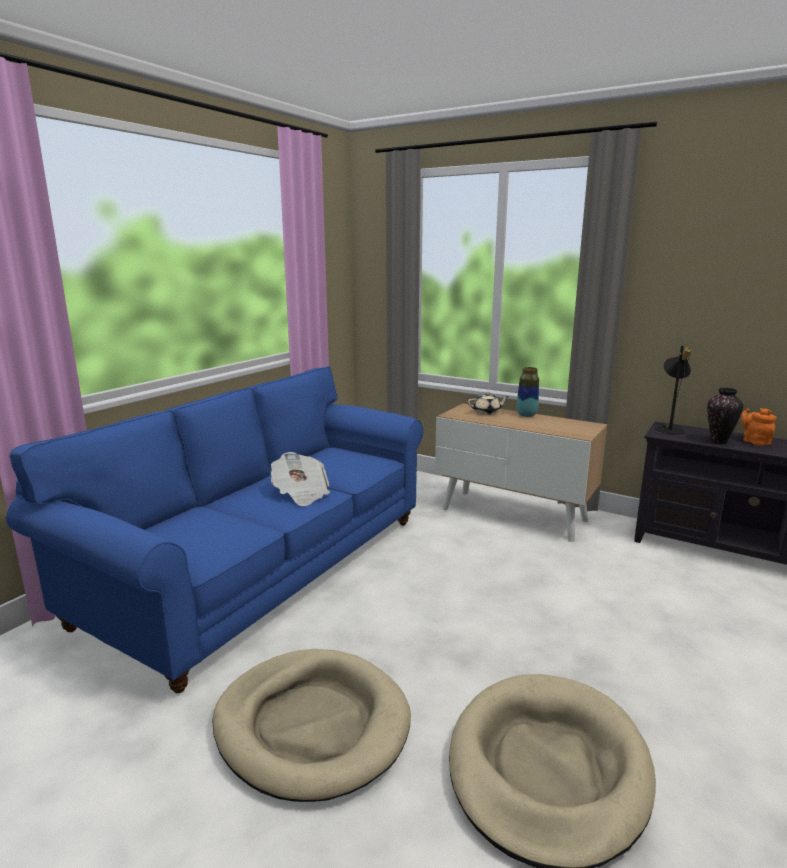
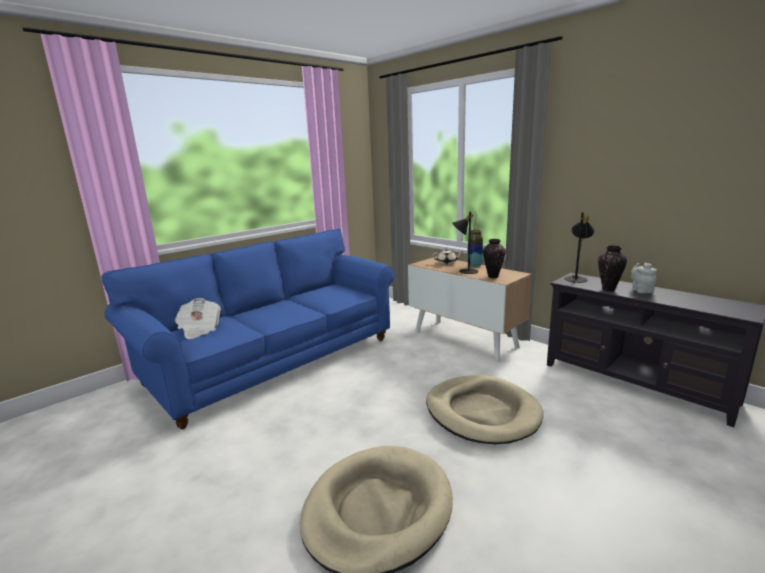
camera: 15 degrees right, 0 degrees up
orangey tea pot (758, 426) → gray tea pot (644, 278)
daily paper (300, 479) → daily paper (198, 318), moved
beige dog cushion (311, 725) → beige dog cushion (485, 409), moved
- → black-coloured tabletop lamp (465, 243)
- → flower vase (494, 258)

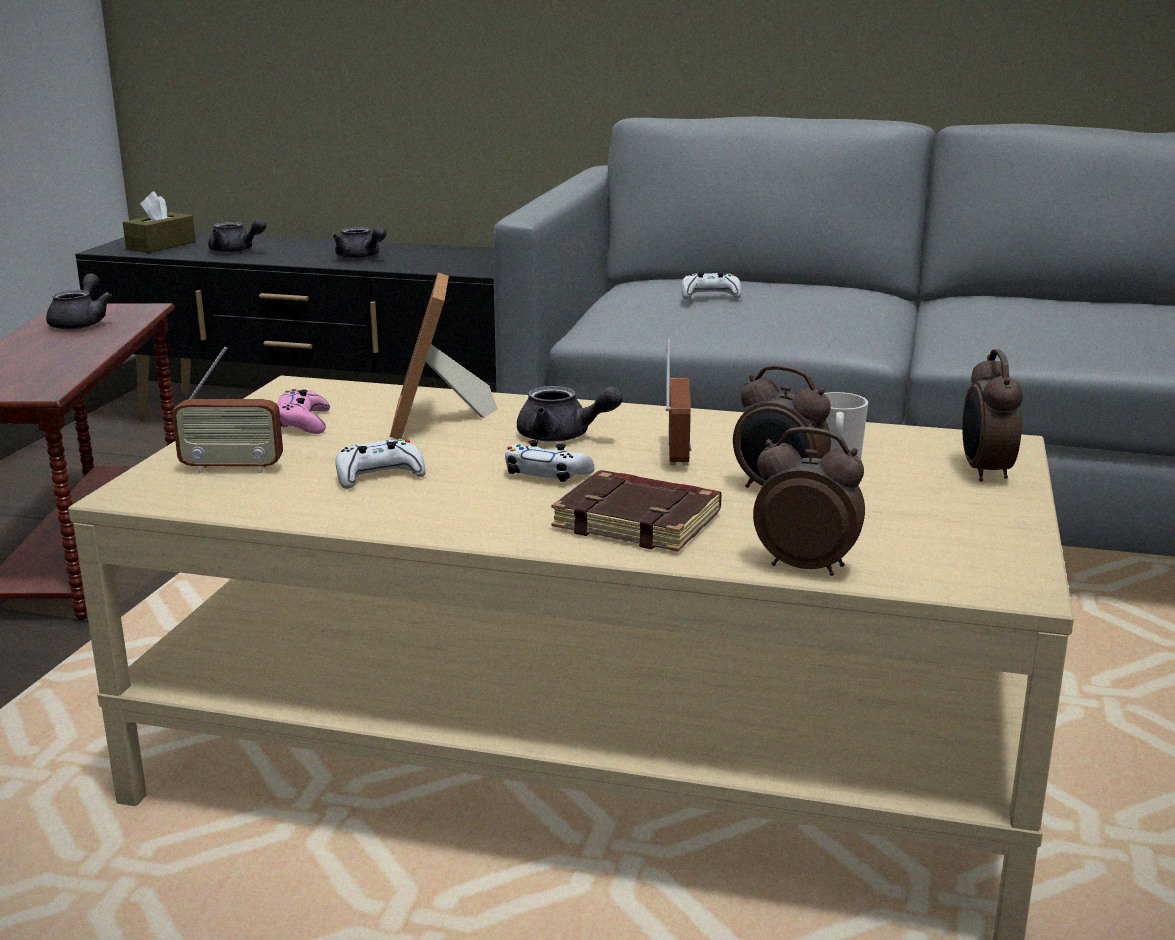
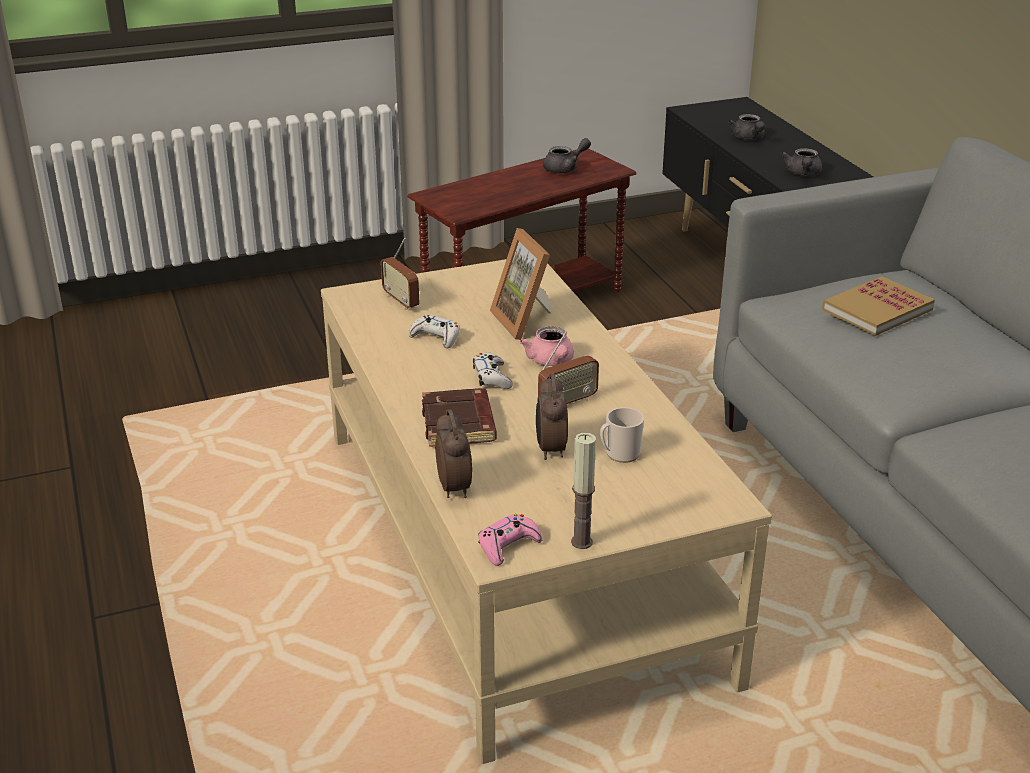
camera: 55 degrees right, 10 degrees up
brown tissue holder (159, 222) → -
photo frame (443, 356) → photo frame (521, 284), 75 degrees counterclockwise
whitish joypad (711, 286) → book (878, 306)
bedside clock (992, 415) → -
gray tea pot (570, 414) → pinkish tea pot (547, 346)
pinkish joypad (303, 411) → pinkish joypad (510, 540), moved
- → candle (583, 491)

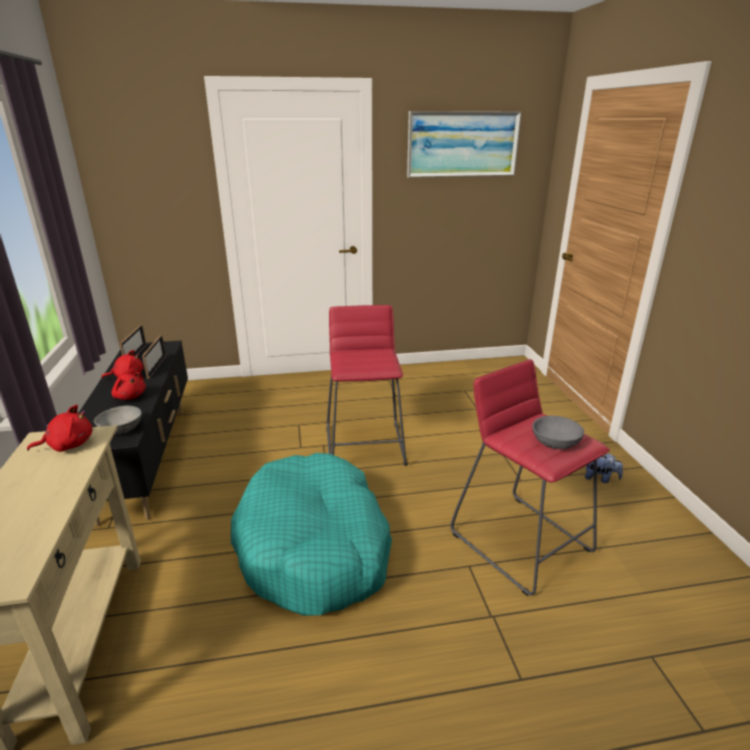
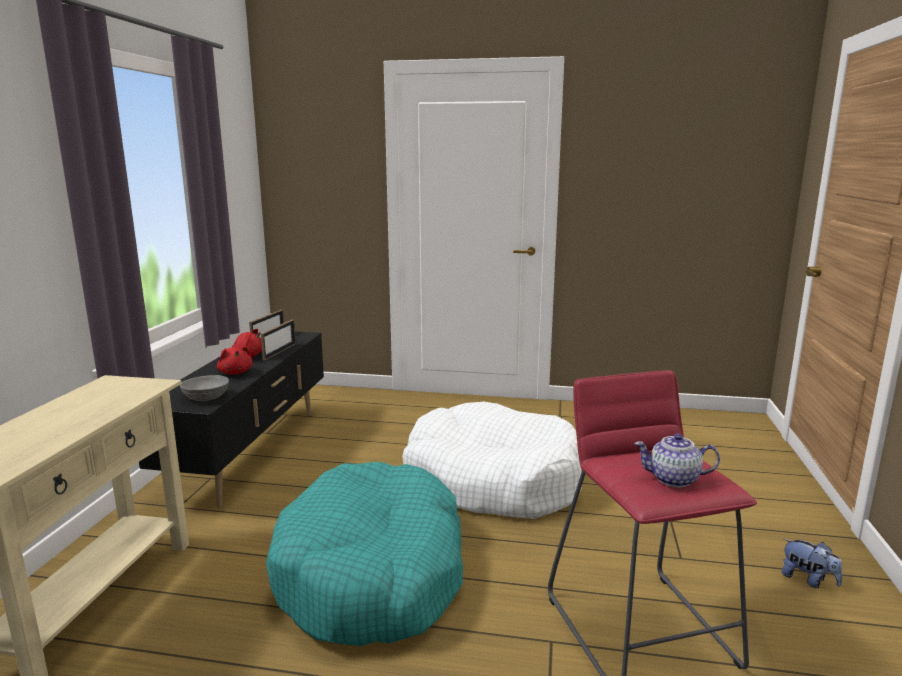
camera: 20 degrees right, 10 degrees down
wall art (464, 144) → -
red stool (366, 385) → whitish dog cushion (492, 460)
red plush toy (60, 428) → -
gray deep dish (558, 432) → tea pot (677, 460)

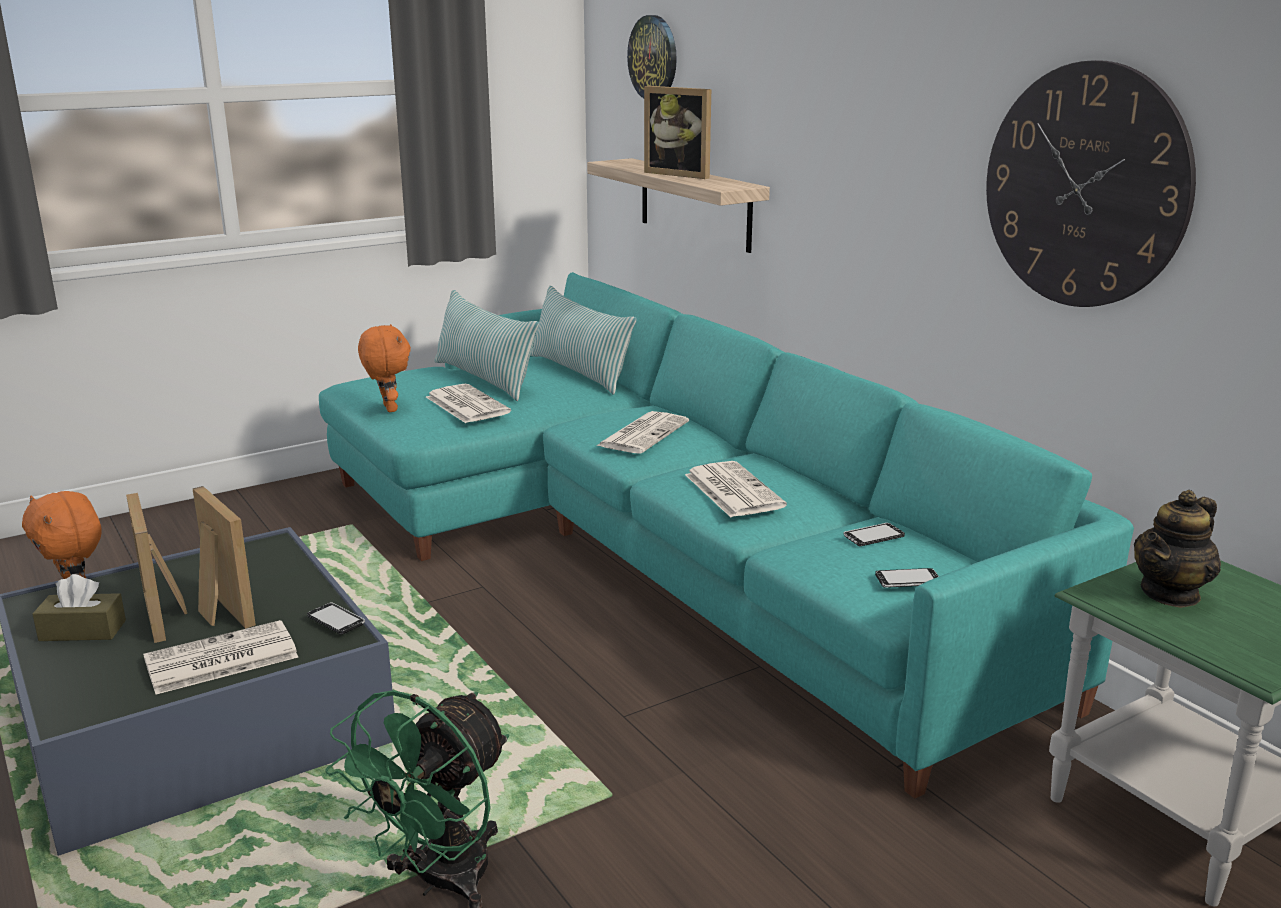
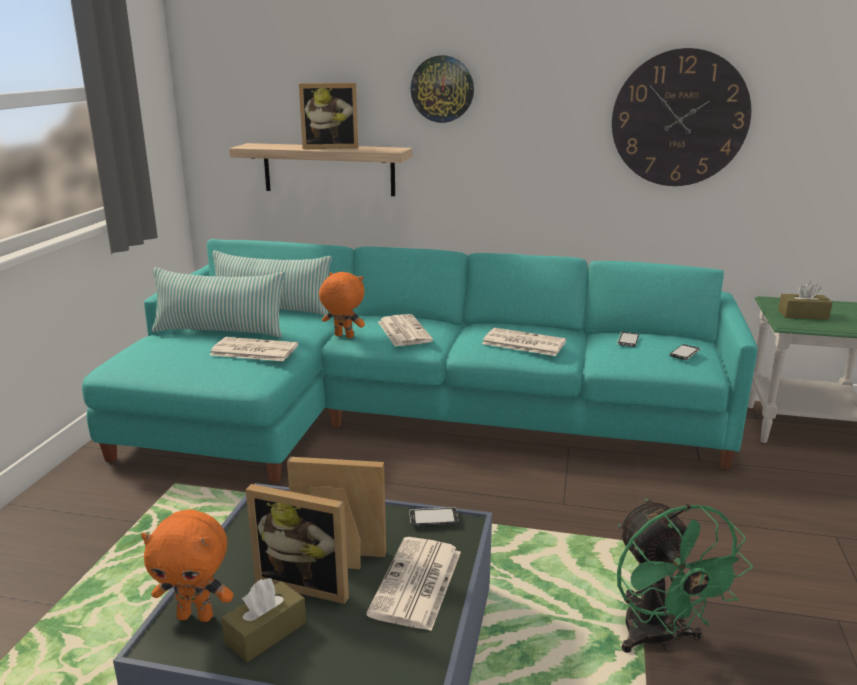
camera: 45 degrees left, 0 degrees up
hanging clock (652, 56) → hanging clock (442, 89), moved
orangey plush toy (384, 368) → orangey plush toy (342, 305), moved
tea pot (1177, 549) → brown tissue holder (805, 300)

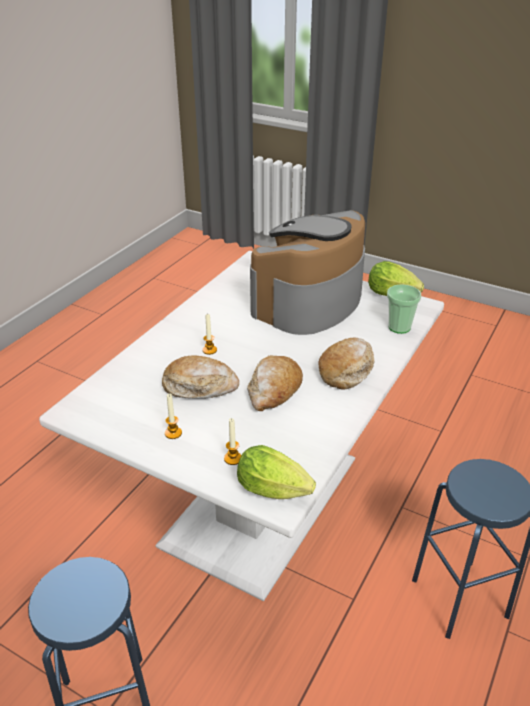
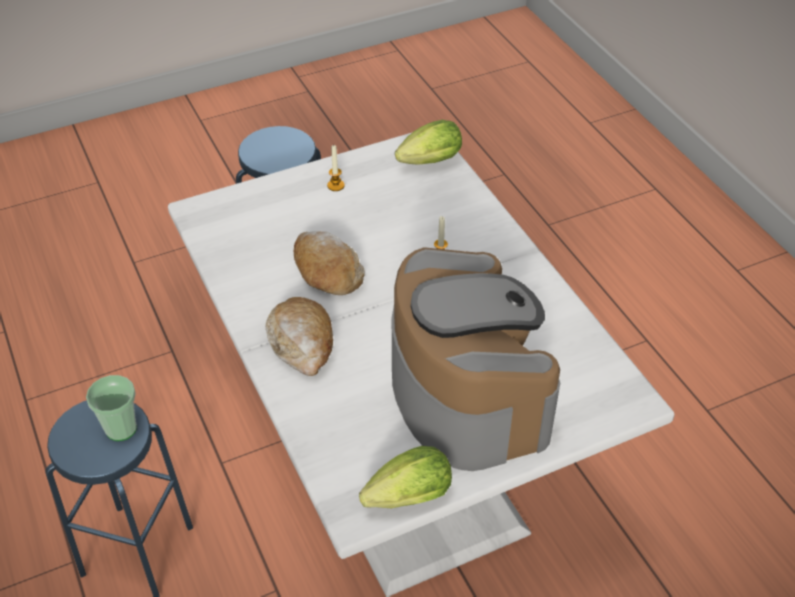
camera: 125 degrees right, 10 degrees up
small cup (404, 309) → small cup (111, 408), moved
bread (200, 377) → -
candle (233, 441) → -
lettuce head (276, 472) → lettuce head (428, 142), moved

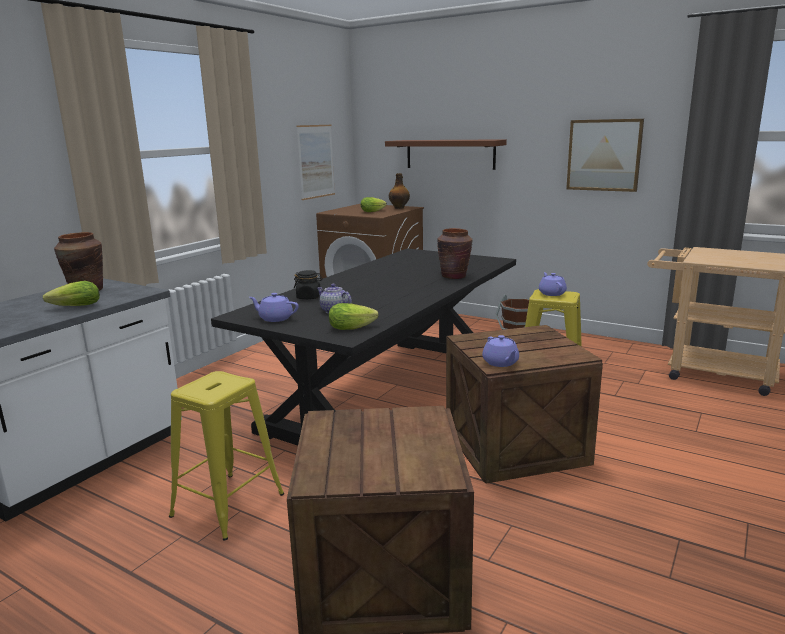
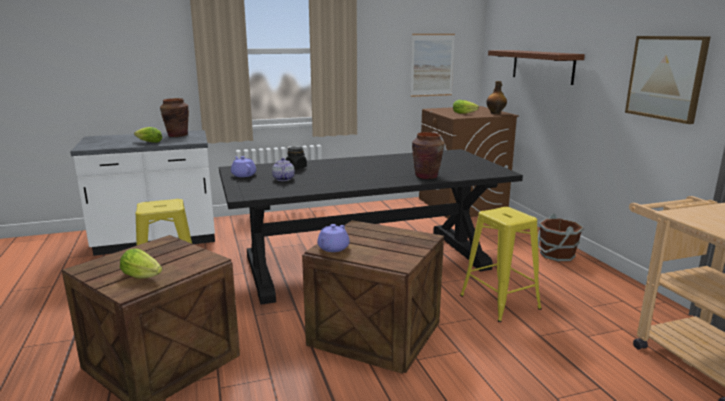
camera: 40 degrees right, 0 degrees up
purplish tea pot (553, 284) → -
lettuce head (354, 316) → lettuce head (141, 263), moved

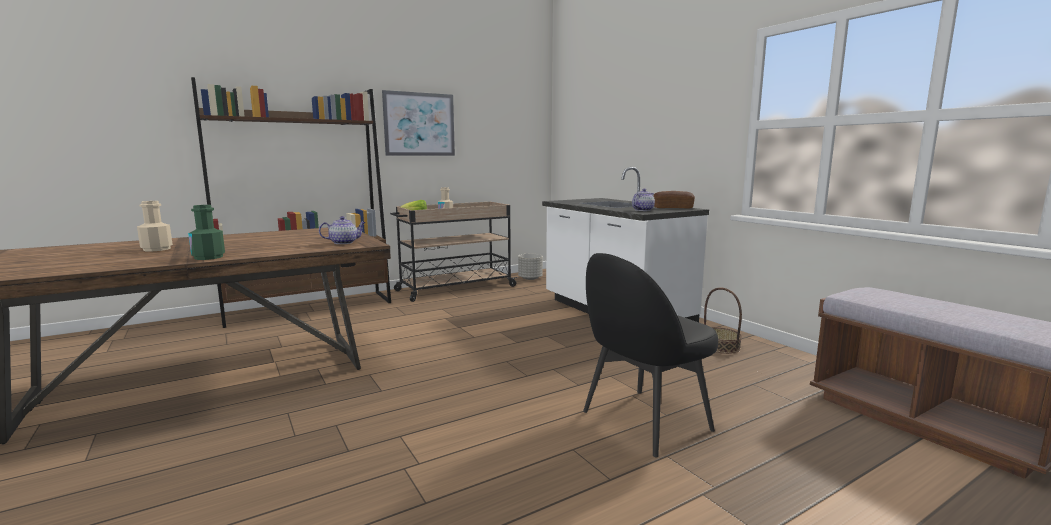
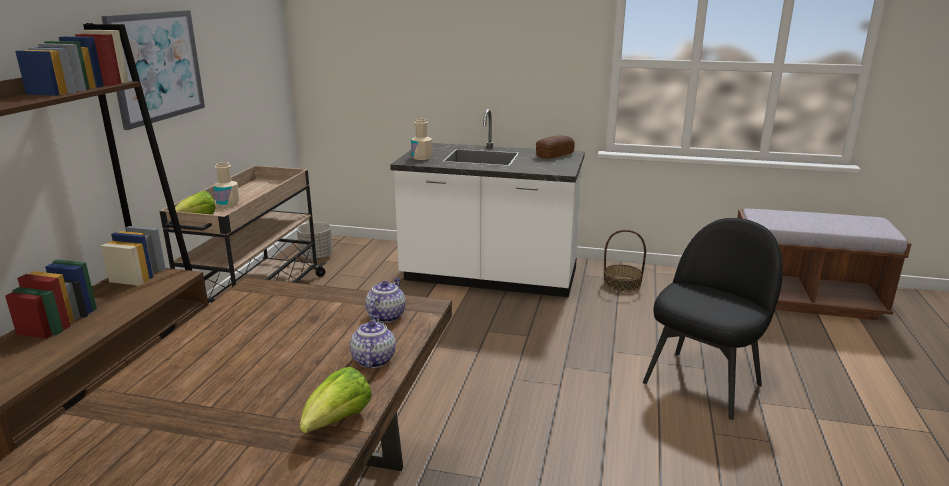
camera: 45 degrees left, 10 degrees up
tea pot (643, 199) → tea pot (373, 341), moved
beige bottle (155, 226) → beige bottle (422, 139), moved
greenish bottle (206, 232) → lettuce head (336, 400)
black-coloured plain chair (650, 355) → black-coloured plain chair (713, 319), 150 degrees counterclockwise

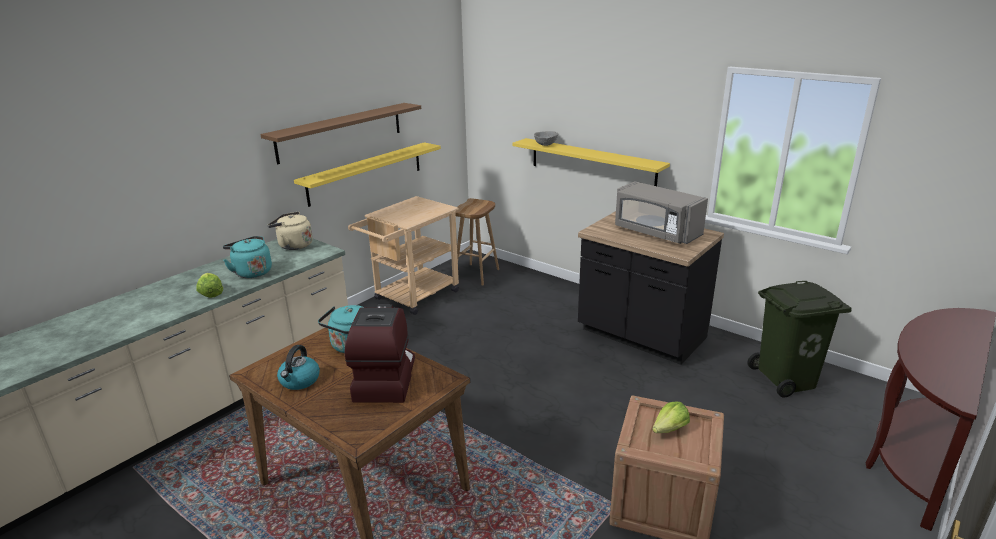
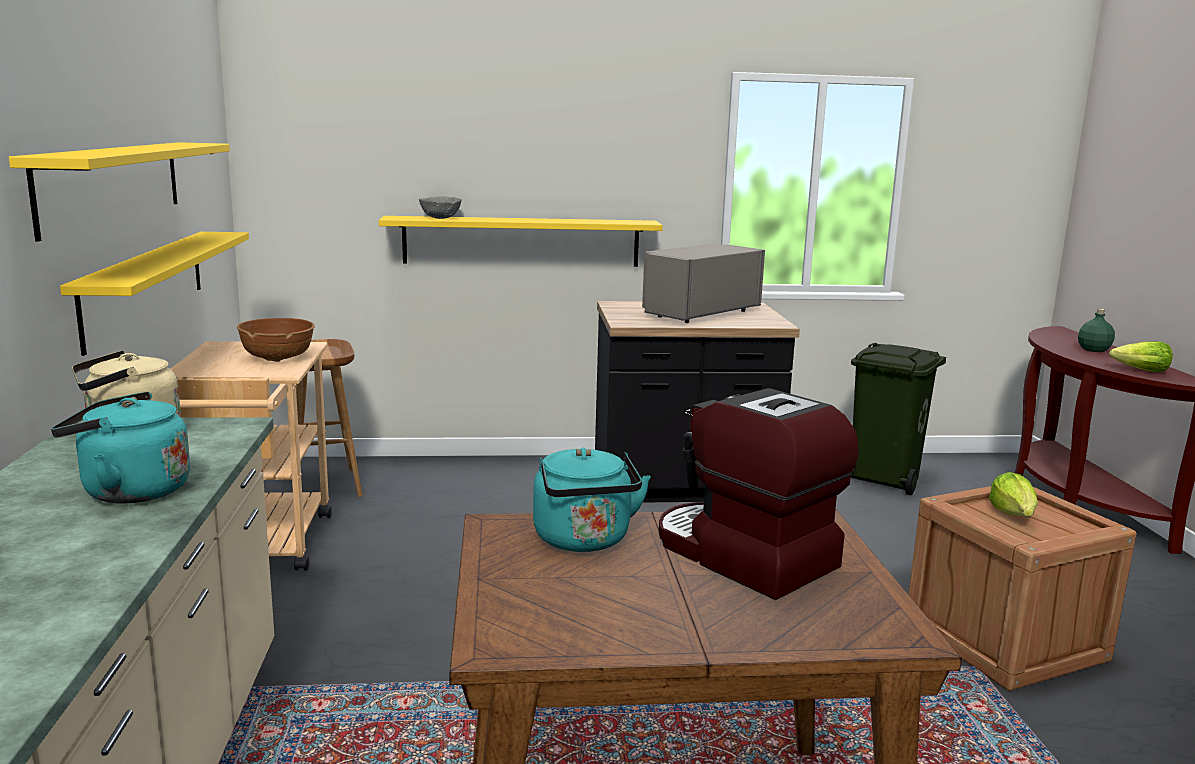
camera: 45 degrees left, 10 degrees down
brown bracket shelf (341, 133) → yellow bracket shelf (119, 192)
gray kitchen microwave (661, 212) → gray kitchen microwave (703, 283), 135 degrees clockwise
lettuce head (209, 285) → lettuce head (1141, 356), moved
kettle (298, 367) → -
- → greenish bottle (1096, 330)
- → brown deep dish (276, 340)

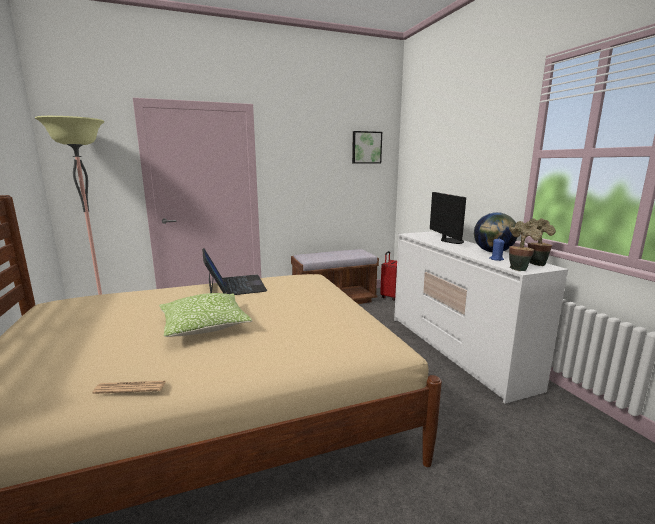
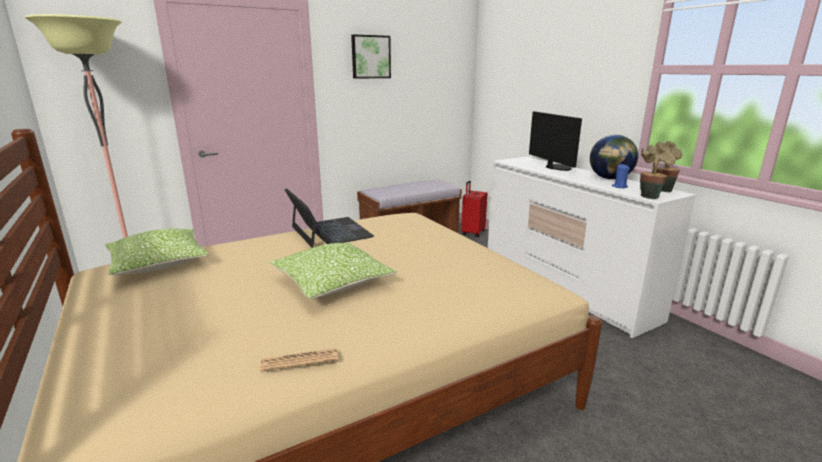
camera: 10 degrees left, 5 degrees up
wall art (367, 147) → wall art (371, 56), moved
- → pillow (157, 251)

